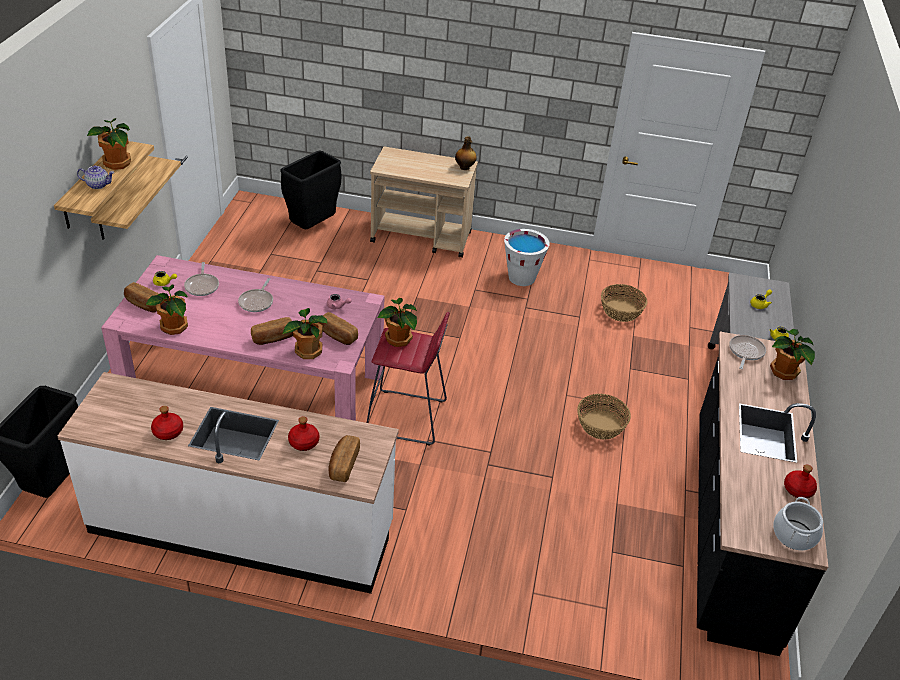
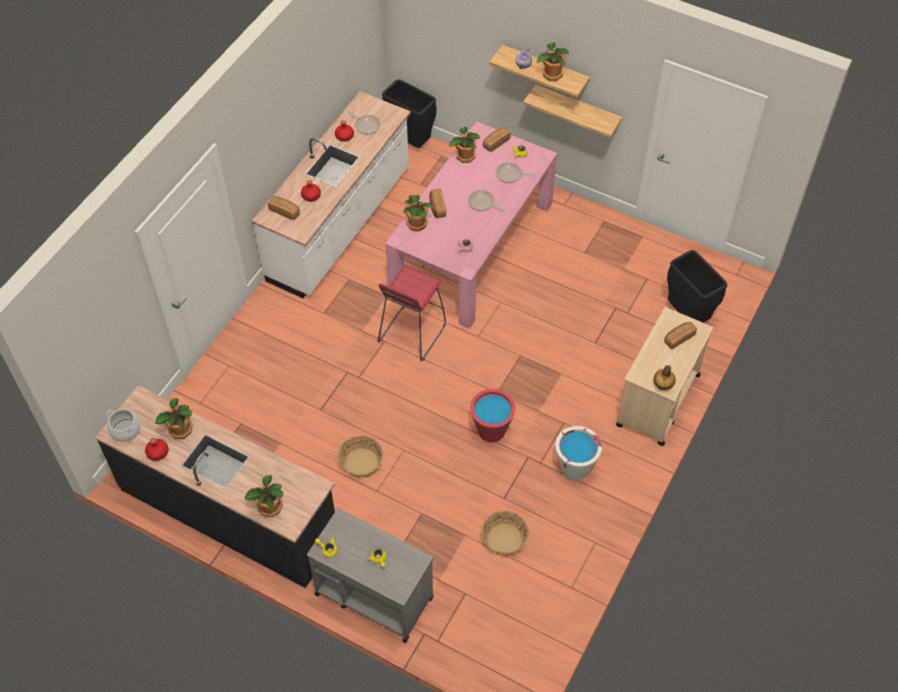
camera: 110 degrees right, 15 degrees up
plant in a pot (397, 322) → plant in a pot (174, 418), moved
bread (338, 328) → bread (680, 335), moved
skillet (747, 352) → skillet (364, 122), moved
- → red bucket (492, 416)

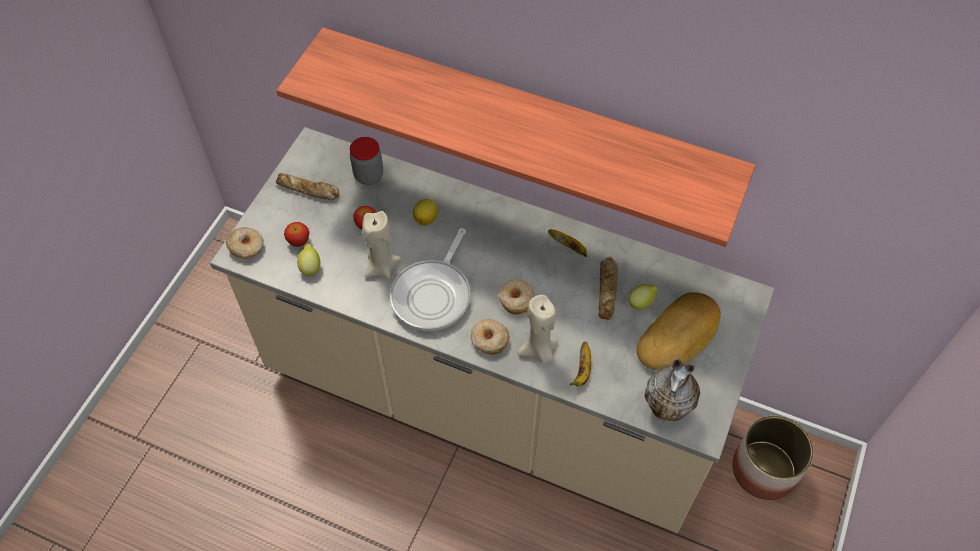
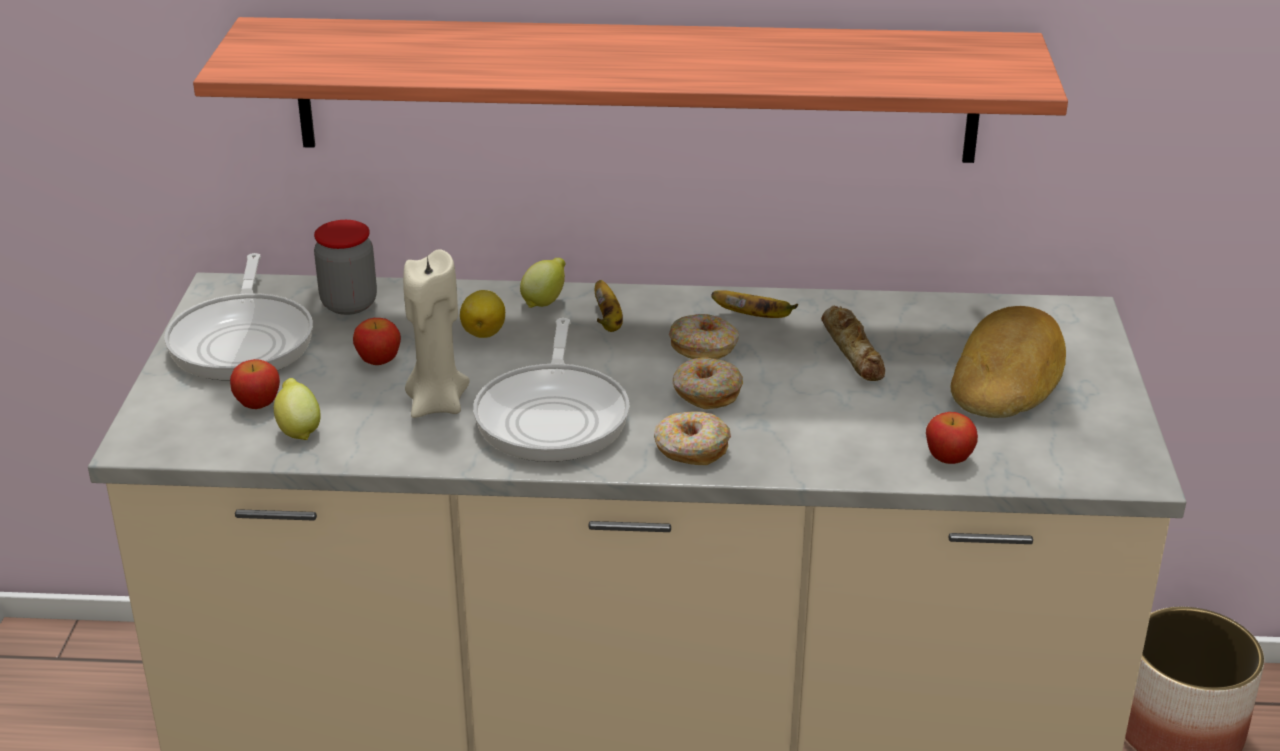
camera: 20 degrees left, 25 degrees down
bread (308, 186) → skillet (238, 316)
donut (245, 243) → donut (704, 336), moved
whole lemon (643, 297) → whole lemon (542, 283), moved
beige candle (538, 329) → -
whole banana (580, 364) → whole banana (609, 306), moved
flower vase (672, 389) → -
- → whole apple (952, 438)

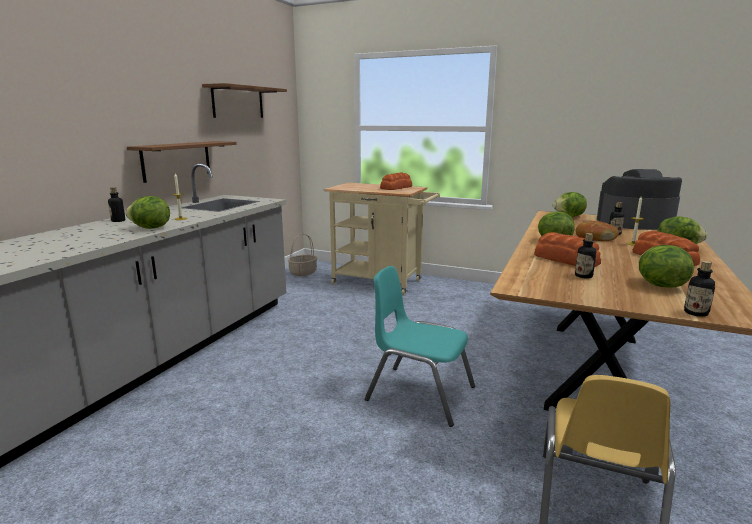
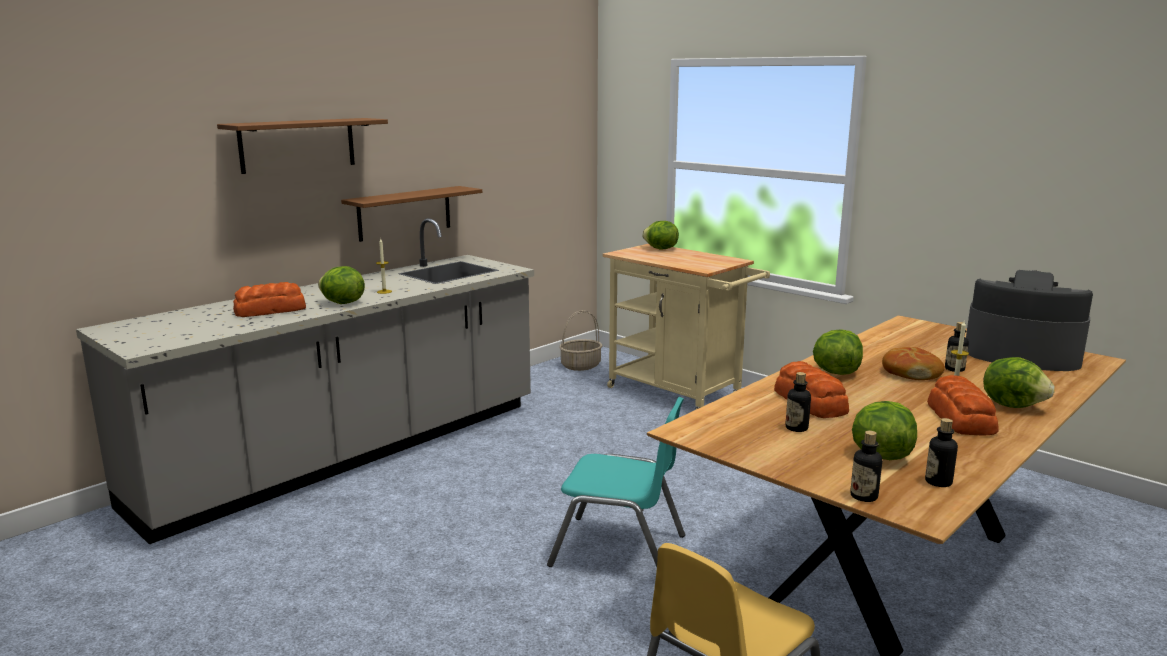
camera: 20 degrees right, 0 degrees up
brown bracket shelf (244, 100) → brown bracket shelf (302, 146), moved
bread (396, 181) → bread (269, 299), moved
bottle (116, 204) → bottle (941, 452), moved
lettuce head (570, 204) → lettuce head (660, 235), moved
turquoise plain chair (420, 346) → turquoise plain chair (616, 482), 150 degrees clockwise

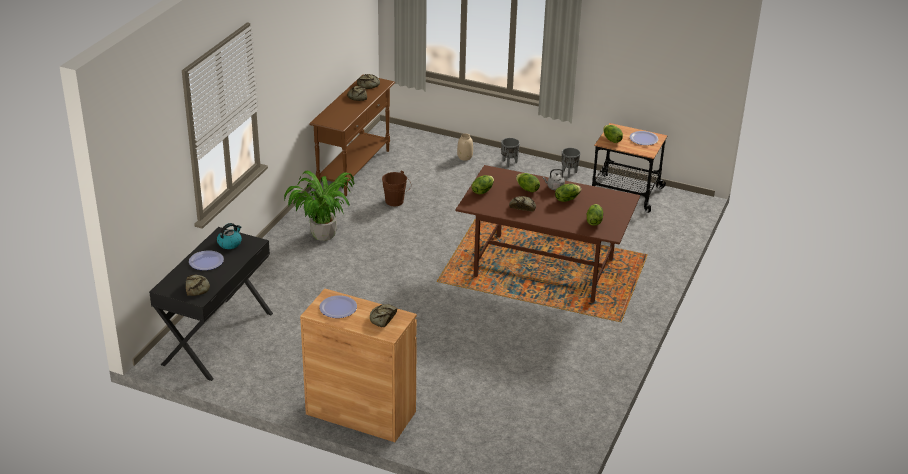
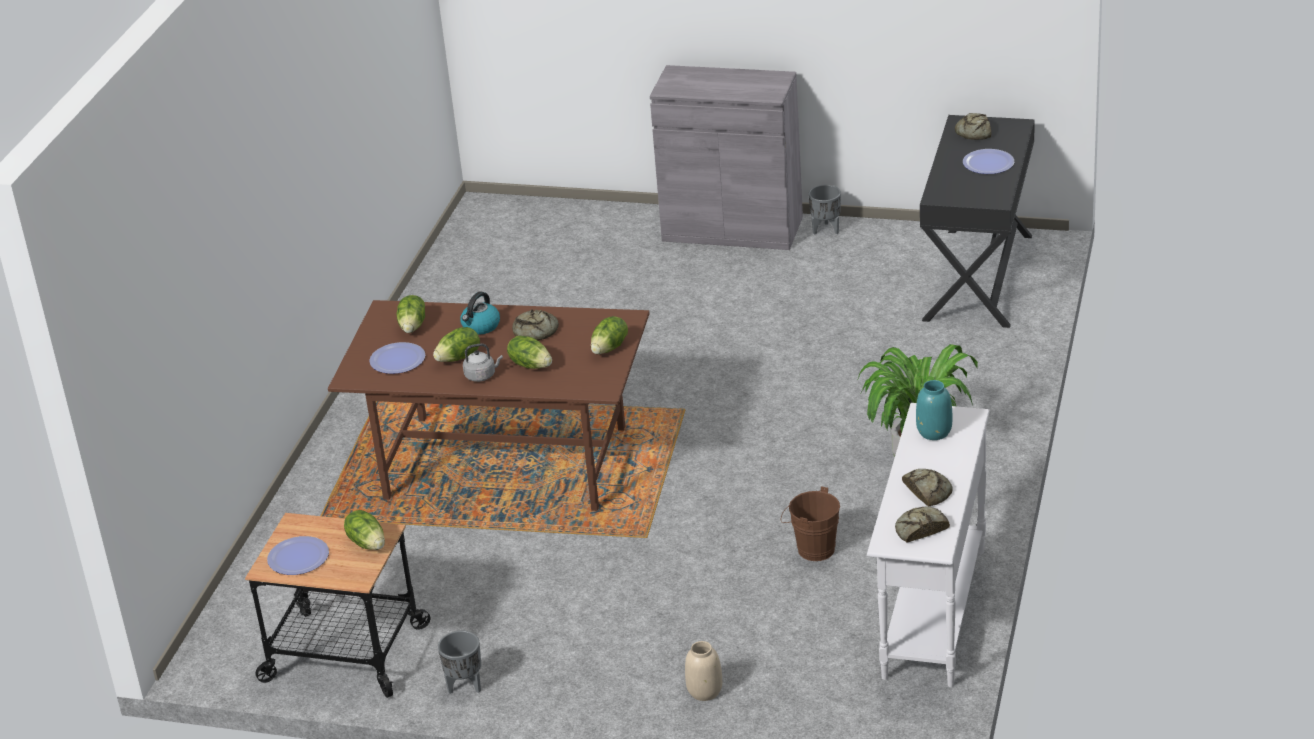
camera: 175 degrees right, 0 degrees up
brown hall table (352, 135) → whitish hall table (928, 545)
gray planter (510, 153) → gray planter (824, 210), moved
kettle (229, 236) → kettle (480, 313), moved
brown cupboard (358, 365) → gray cupboard (726, 157)
flat dish (338, 306) → flat dish (397, 358), moved
bread (383, 315) → -
- → turquoise flower vase (934, 410)

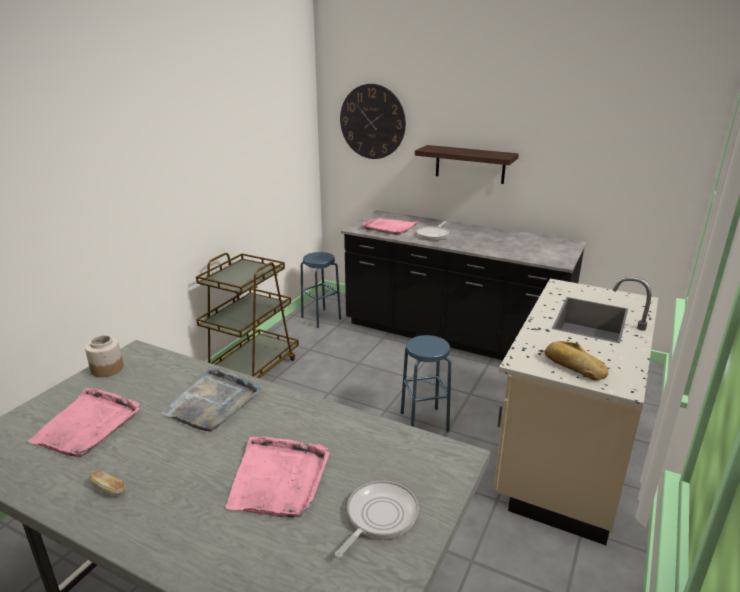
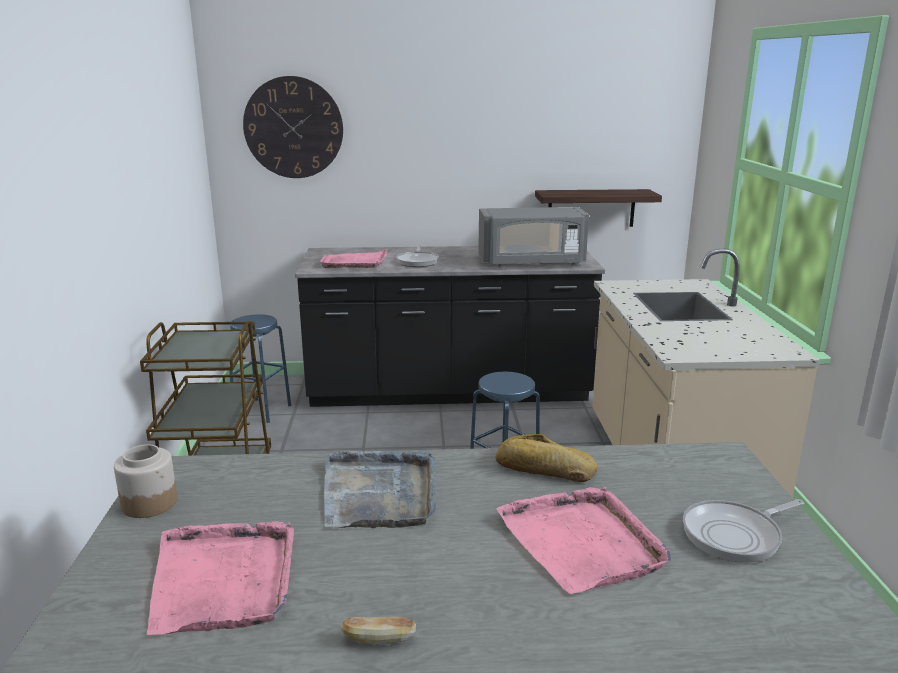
camera: 30 degrees left, 5 degrees down
bracket shelf (467, 164) → bracket shelf (598, 208), moved
bread (576, 360) → bread (546, 458), moved
skillet (377, 519) → skillet (743, 531), 120 degrees counterclockwise
- → gray kitchen microwave (533, 237)

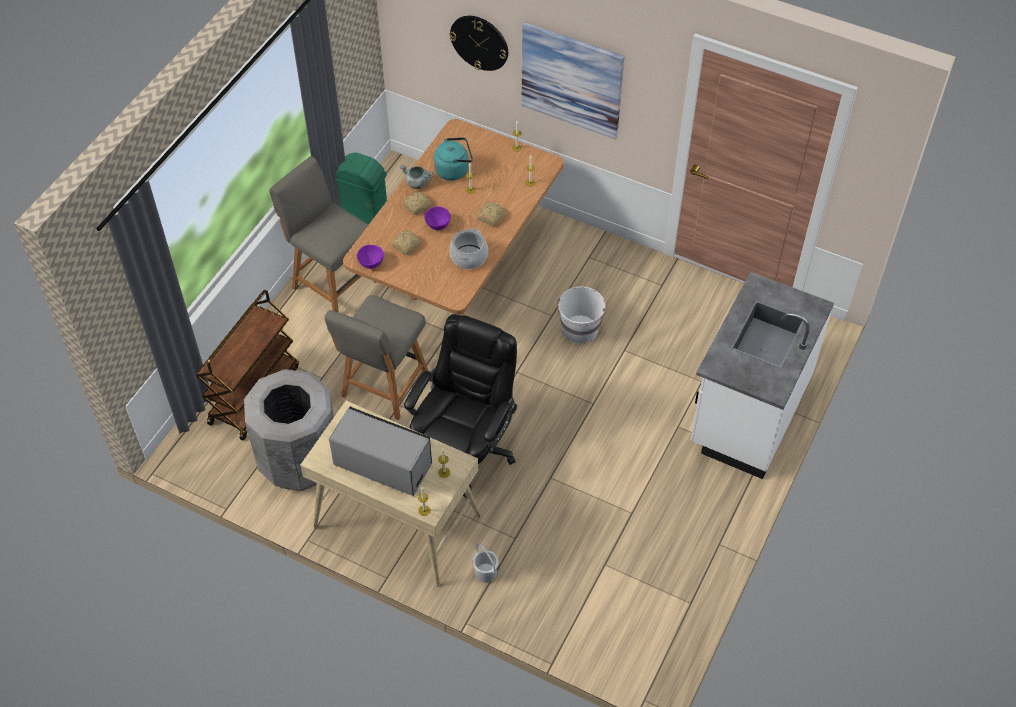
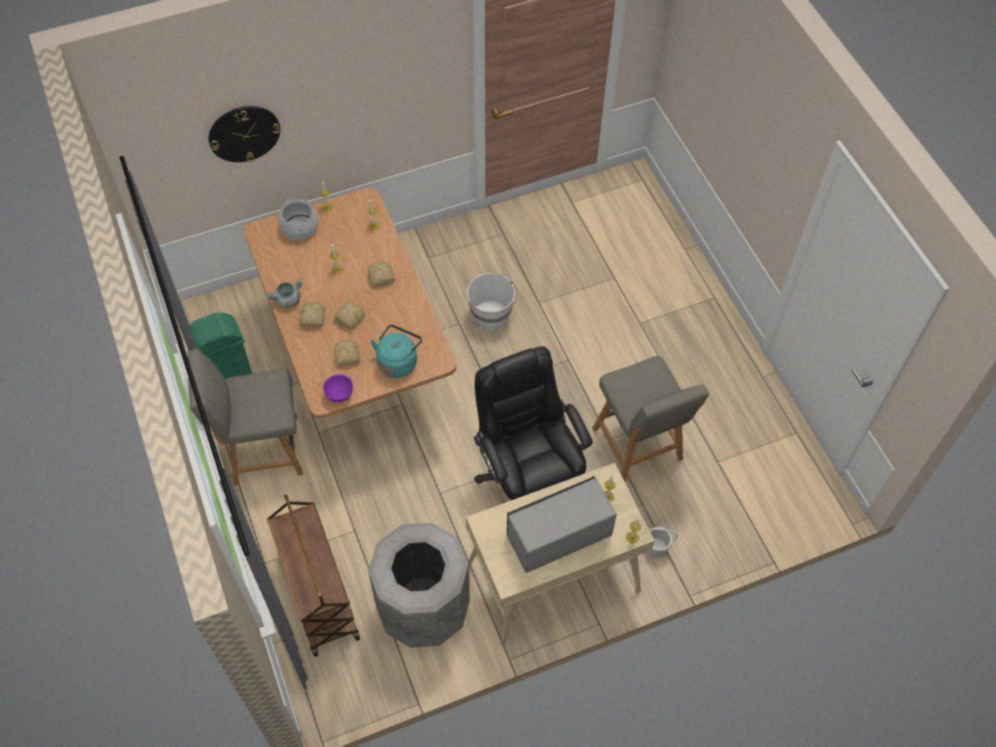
camera: 50 degrees left, 5 degrees up
wall art (572, 80) → -
turquoise kettle (453, 159) → turquoise kettle (396, 351), moved
purplish deep dish (438, 218) → bread (349, 316)
cooking pot (468, 248) → cooking pot (298, 219), moved
whitish kitchen base unit (762, 375) → -
gray plain chair (376, 357) → gray plain chair (650, 419), moved

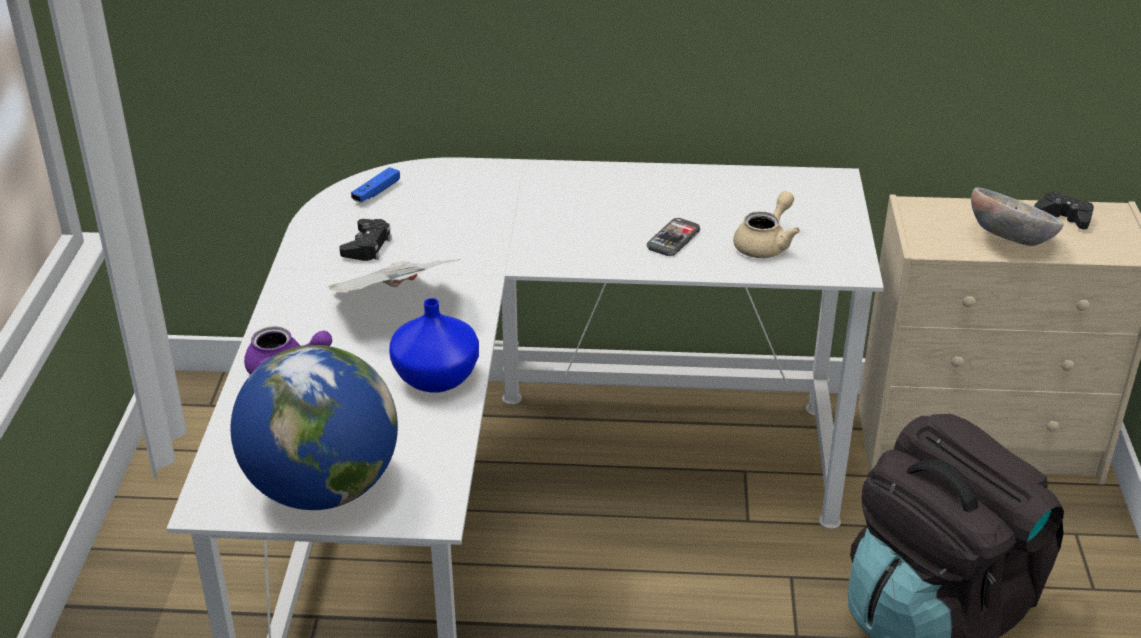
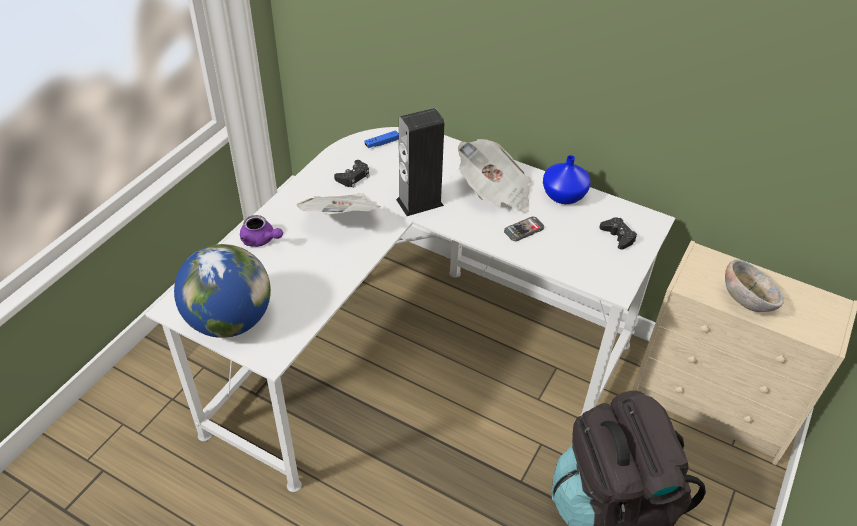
camera: 25 degrees right, 10 degrees up
beige tea pot (766, 224) → -
black-coloured joypad (1064, 210) → black-coloured joypad (618, 233), moved
bluish flower vase (434, 345) → bluish flower vase (567, 179), moved
- → loudspeaker (420, 162)
- → daily paper (494, 176)

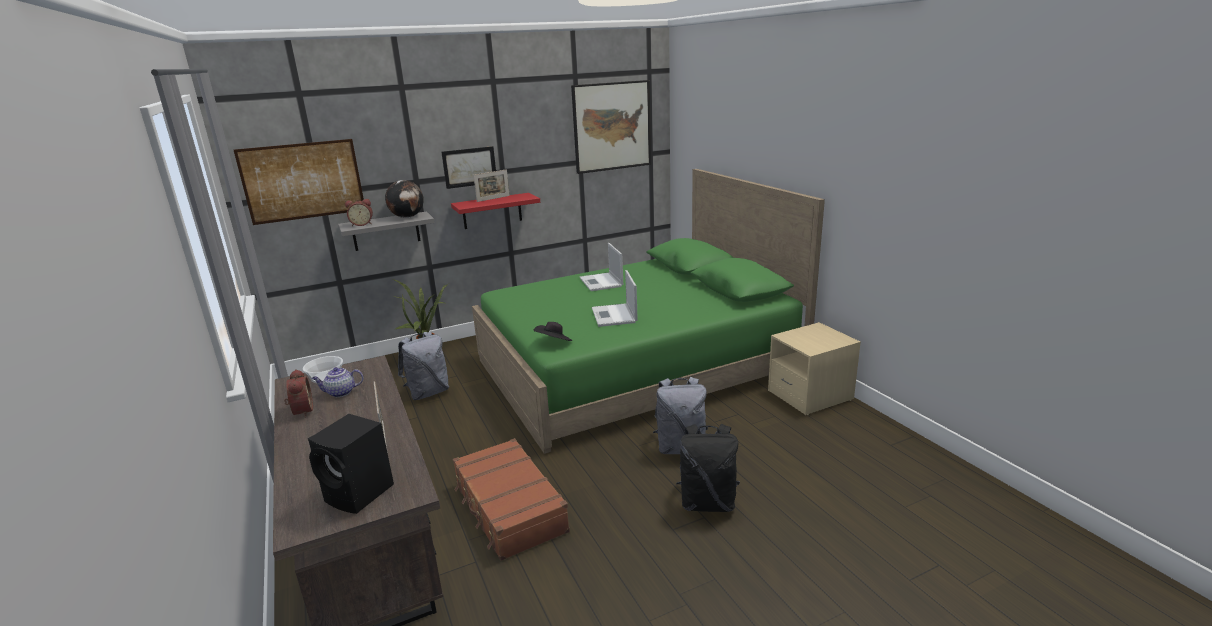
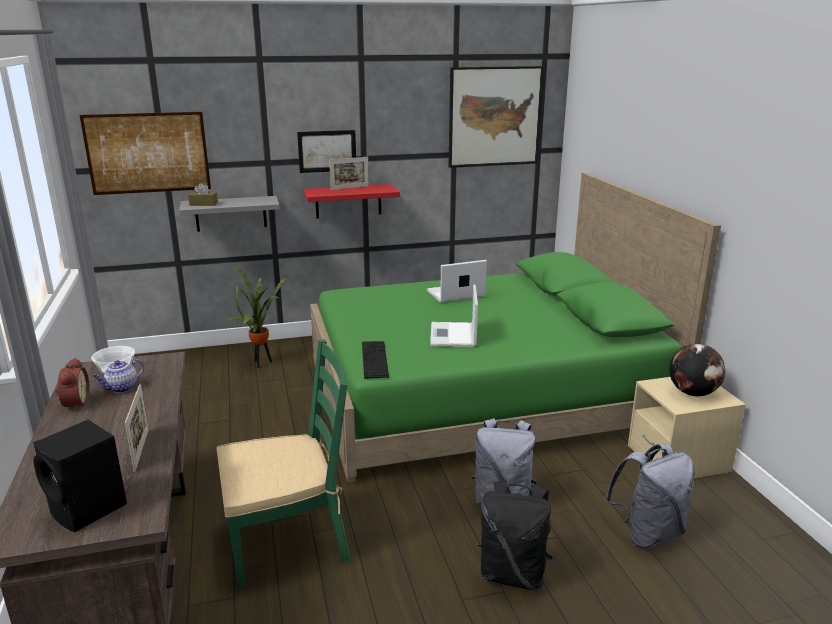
camera: 10 degrees right, 0 degrees up
globe (404, 199) → globe (697, 370), moved
bedside clock (359, 212) → brown tissue holder (203, 194)
notebook computer (601, 267) → notebook computer (457, 281), 75 degrees clockwise
black-coloured wearable hat (553, 331) → keyboard (375, 360)
gray backpack (423, 366) → gray backpack (649, 496), moved
tea pot (338, 382) → tea pot (118, 376), 45 degrees counterclockwise
brown suitcase (511, 499) → greenish plain chair (283, 463)

